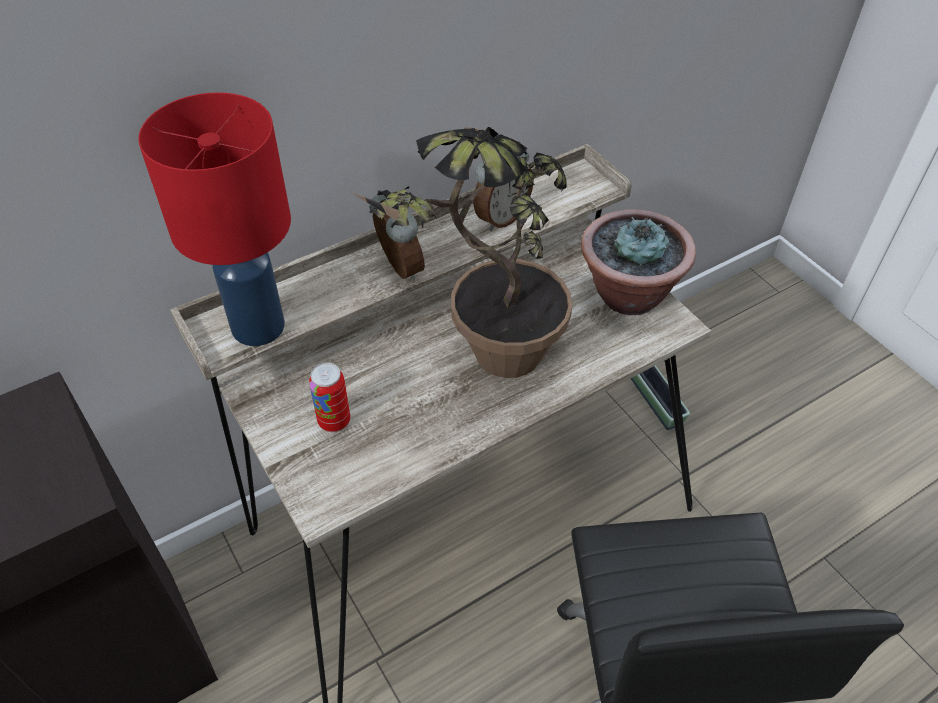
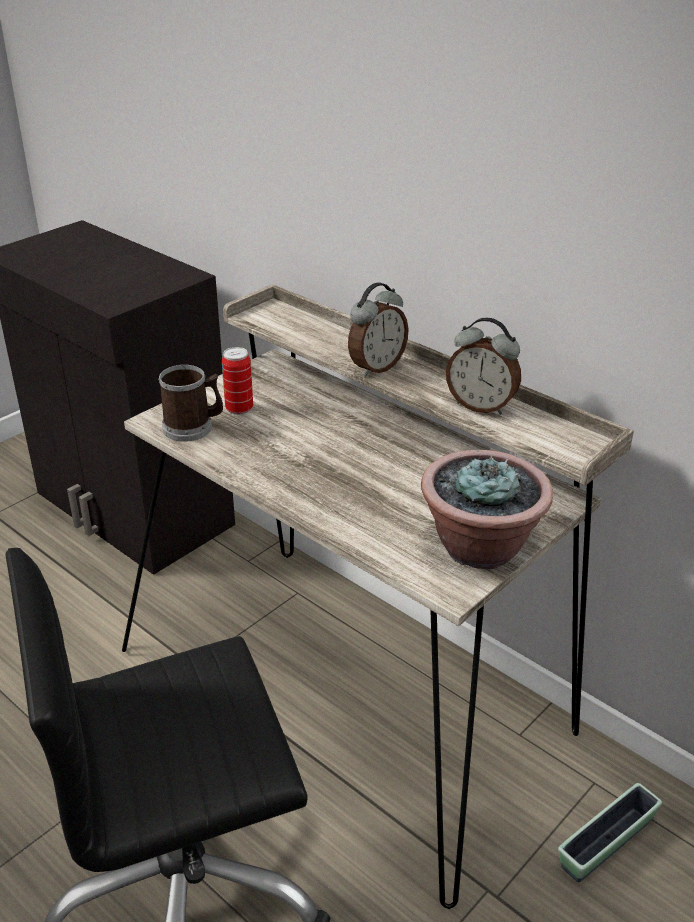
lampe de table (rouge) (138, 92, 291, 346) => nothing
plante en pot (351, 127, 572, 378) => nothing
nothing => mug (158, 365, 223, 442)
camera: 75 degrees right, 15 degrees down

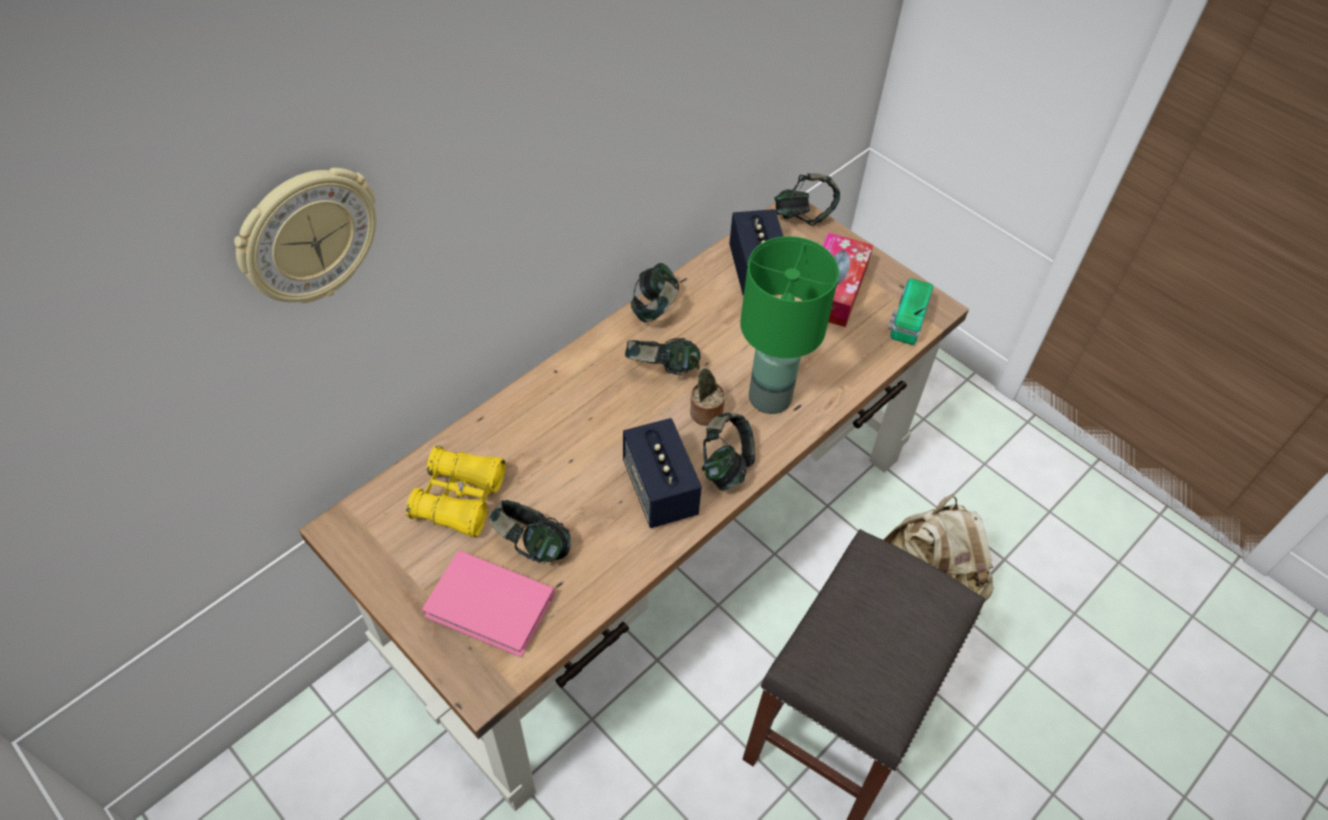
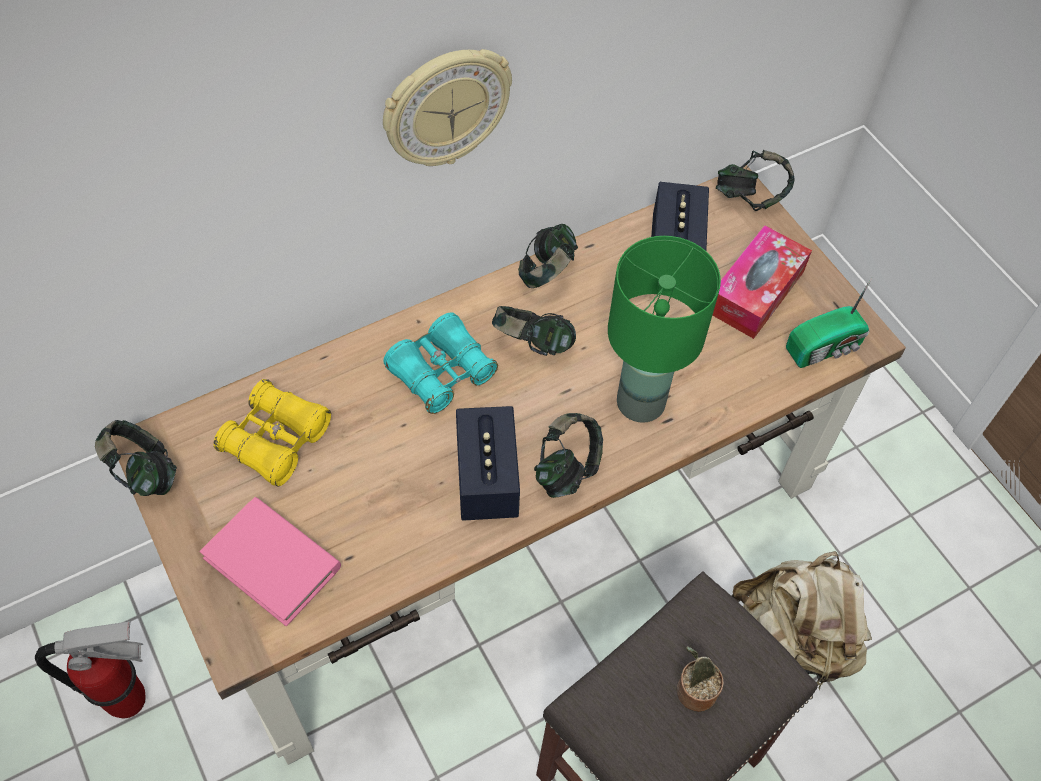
horloge murale (234, 168, 376, 303) => horloge murale (383, 49, 512, 166), relocated
casque audio (489, 500, 571, 563) => casque audio (95, 420, 177, 496), relocated
plante en pot (689, 354, 725, 426) => plante en pot (677, 647, 723, 712), relocated
radio (888, 278, 933, 345) => radio (786, 278, 872, 368), 150 degrees counterclockwise
nothing => extincteur (35, 621, 146, 718)
nothing => jumelles (turquoise) (383, 312, 498, 414)
camera: 15 degrees right, 5 degrees up

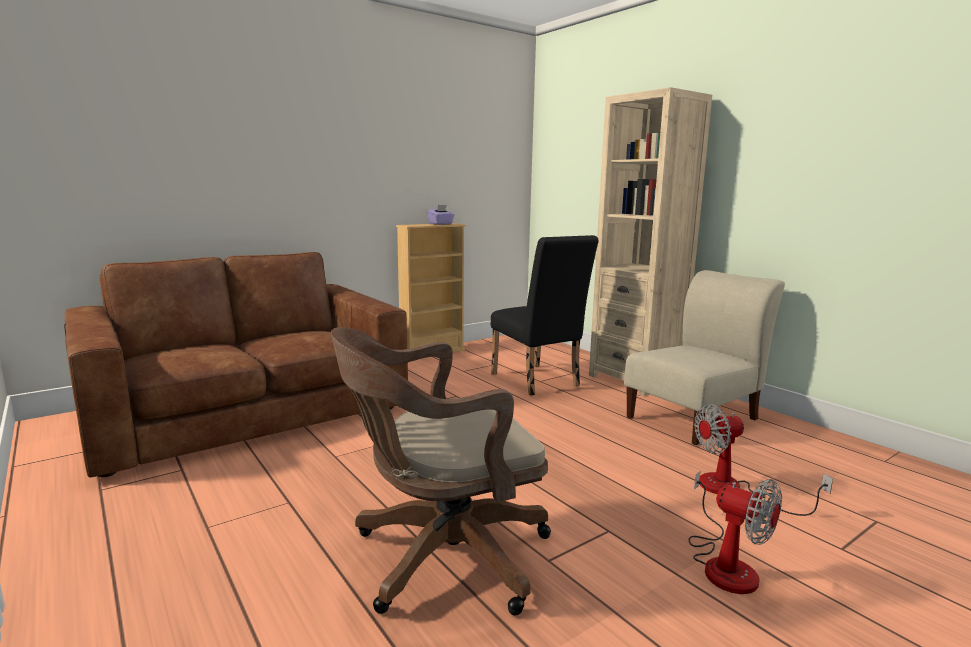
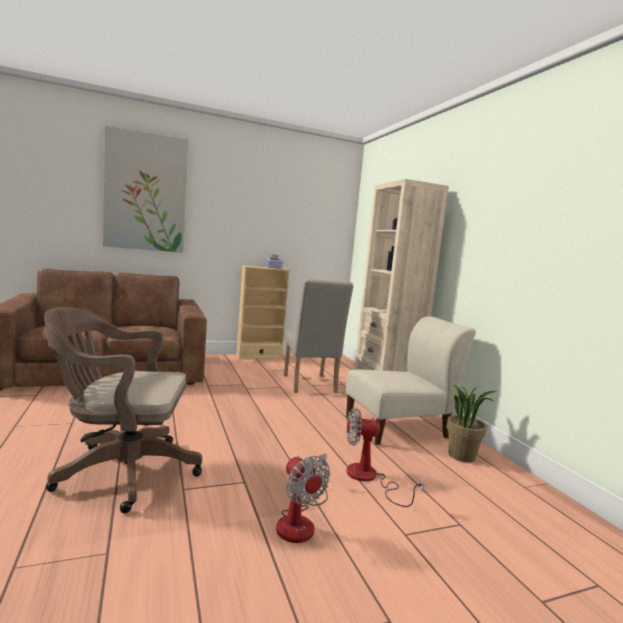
chaise (noir) (491, 235, 599, 396) => chaise (beige) (284, 279, 353, 393)
nothing => tableau (103, 126, 188, 253)
nothing => plante en pot (447, 384, 496, 462)
camera: 15 degrees right, 5 degrees down

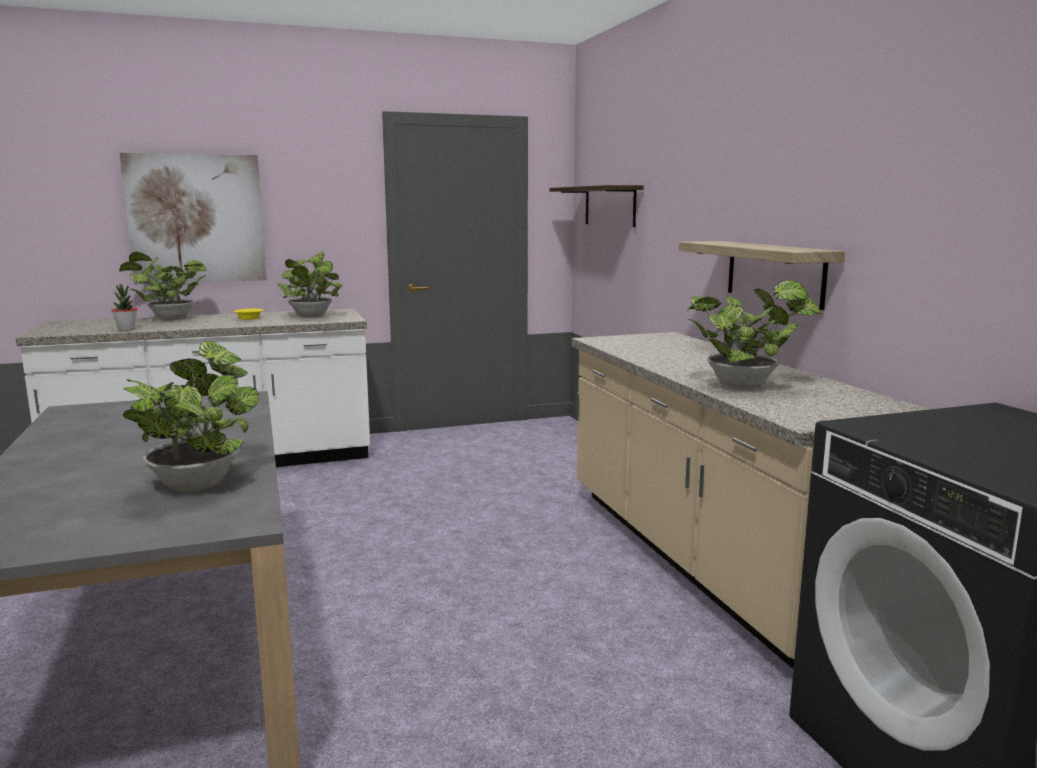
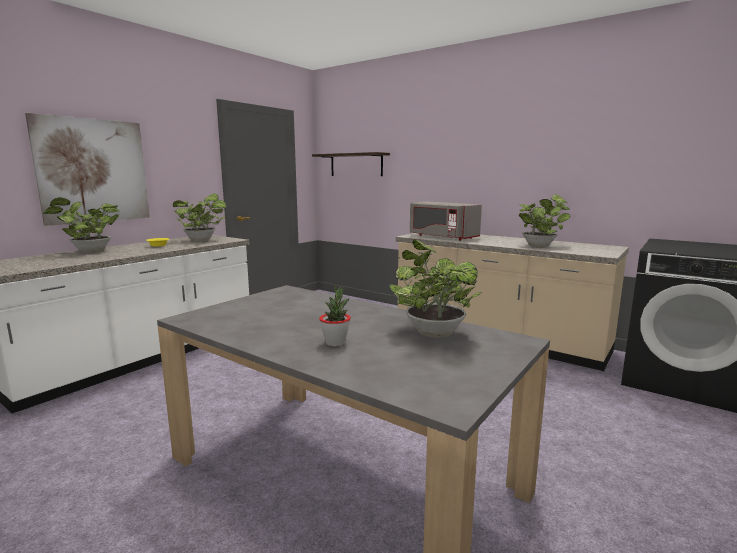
plante en pot (111, 284, 137, 331) => plante en pot (319, 285, 351, 346), relocated
étagère (679, 241, 845, 310) => nothing
nothing => micro-ondes (gris) (410, 202, 482, 241)
camera: 35 degrees left, 0 degrees up

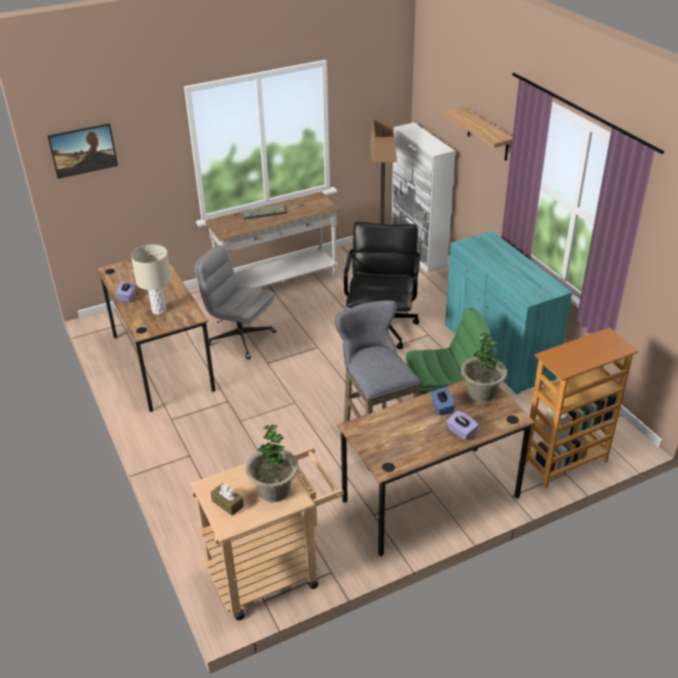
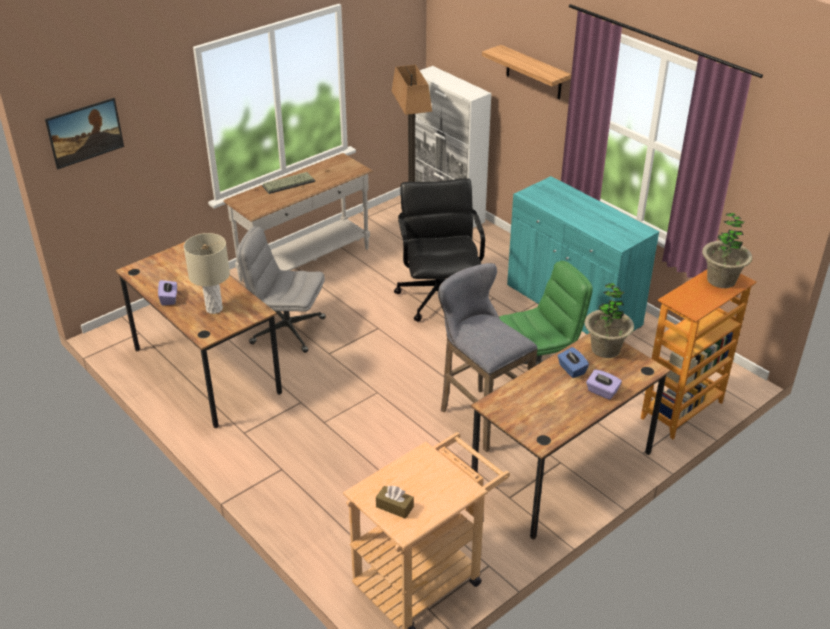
plante en pot (245, 425, 299, 502) => plante en pot (702, 213, 752, 288), relocated
camera: 15 degrees left, 0 degrees up

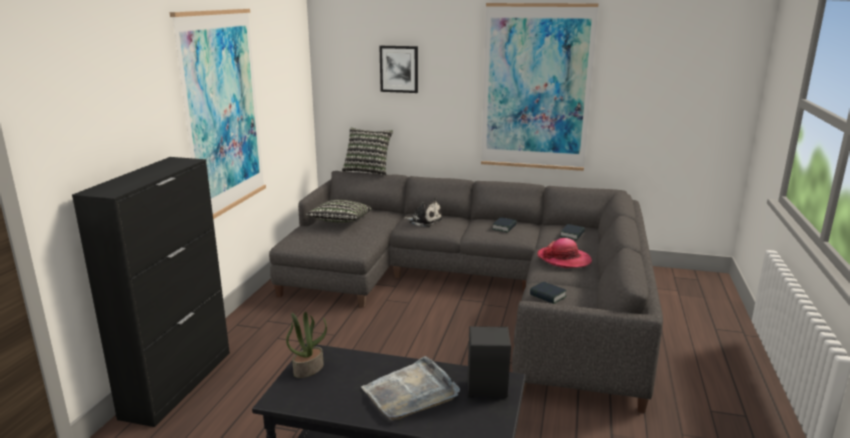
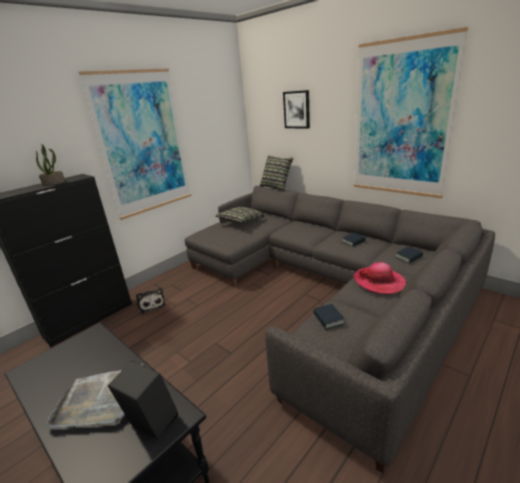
plante en pot (286, 312, 327, 378) => plante en pot (36, 144, 65, 186), relocated
peluche (405, 198, 443, 227) => peluche (136, 288, 166, 314), relocated
camera: 30 degrees right, 5 degrees up

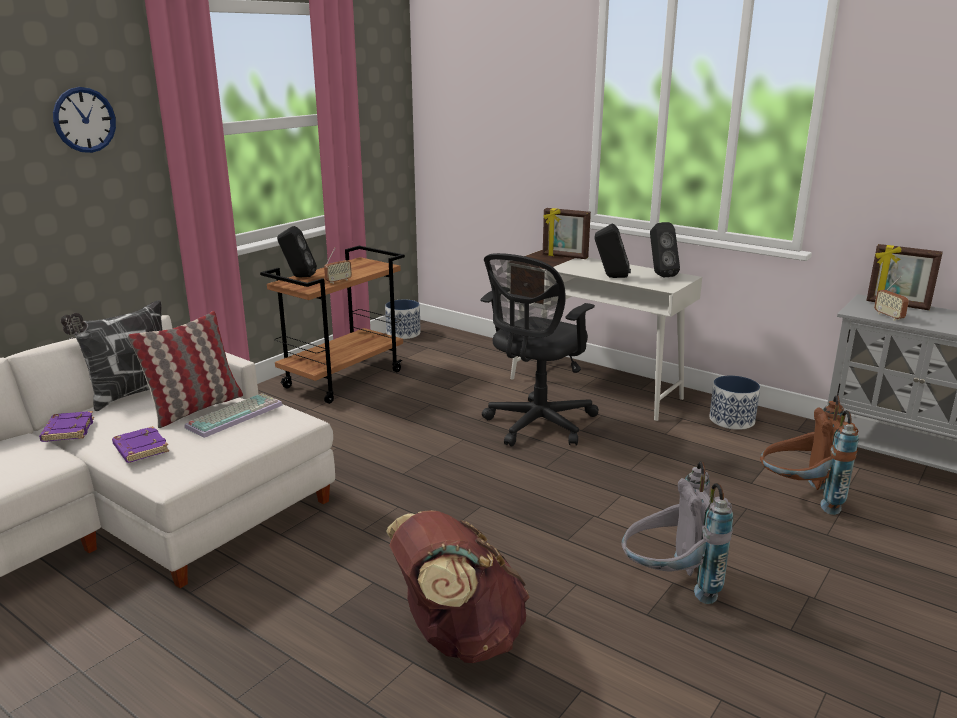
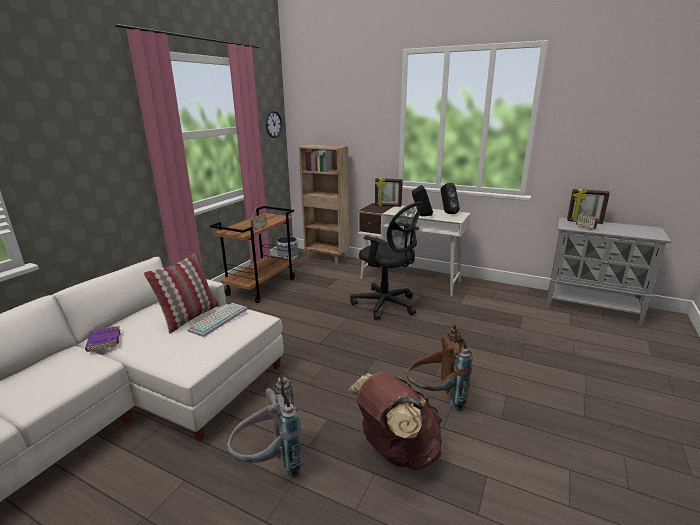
horloge murale (53, 87, 116, 153) => horloge murale (266, 110, 282, 138), relocated
coussin (61, 300, 163, 411) => nothing
livre (violet) (112, 426, 169, 463) => nothing
enceinte (noir) (277, 226, 317, 277) => nothing
chaise de bureau (noir) (480, 253, 599, 447) => chaise de bureau (noir) (350, 202, 425, 320), 75 degrees counterclockwise
sac à dos (gris) (621, 461, 733, 604) => sac à dos (gris) (227, 374, 302, 478), relocated
cache-pot (709, 376, 760, 430) => nothing
sac à dos (marron) (760, 395, 859, 515) => sac à dos (marron) (407, 325, 472, 411), relocated
nothing => bibliothèque (marron) (299, 145, 349, 265)
camera: 10 degrees left, 0 degrees up

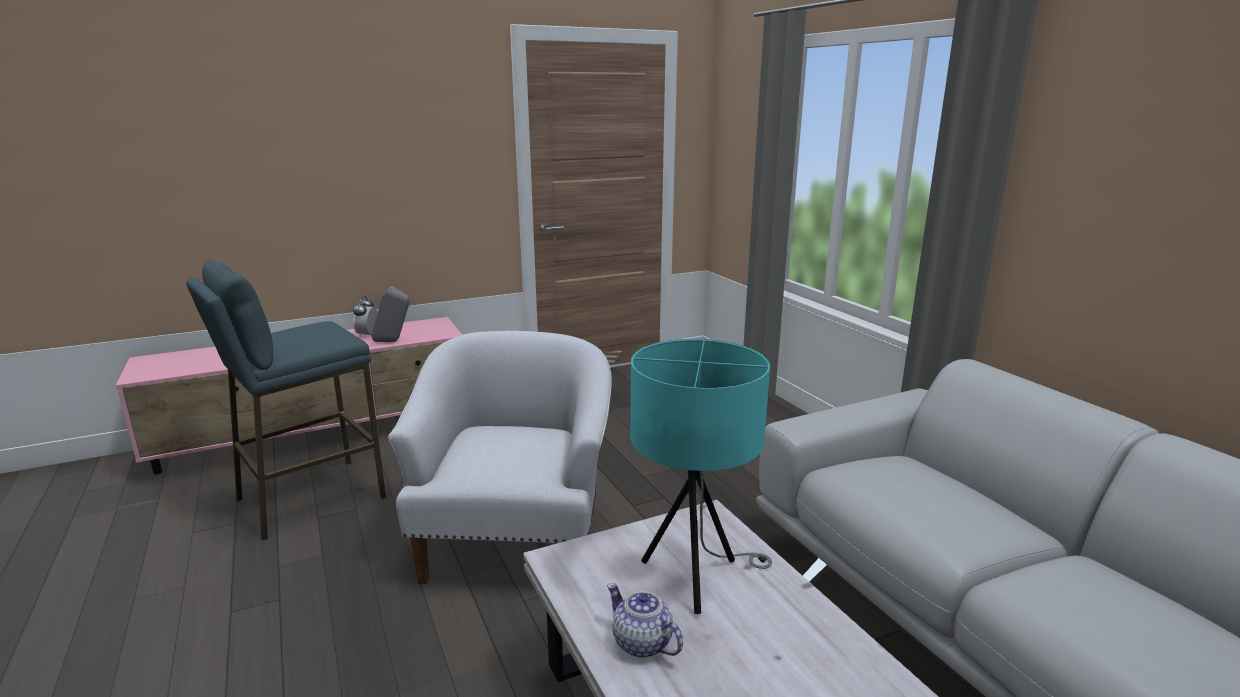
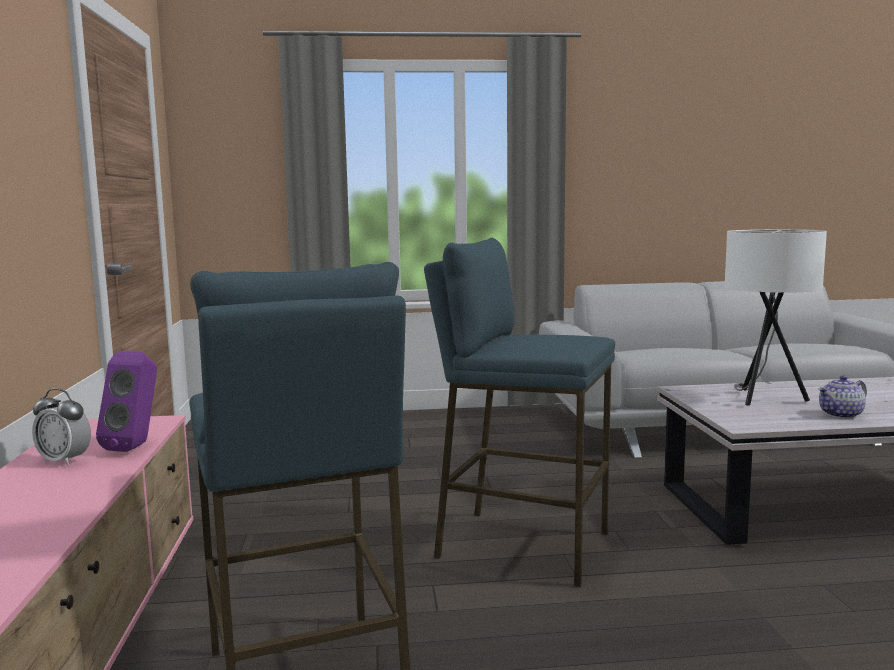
enceinte (gris) (371, 286, 410, 342) => enceinte (violet) (96, 351, 157, 452)
fauteuil (blanc) (388, 331, 612, 584) => tabouret (bleu) (424, 238, 615, 587)
lampe de table (turquoise) (630, 339, 772, 614) => lampe de table (blanc) (725, 229, 827, 406)
camera: 70 degrees left, 10 degrees down

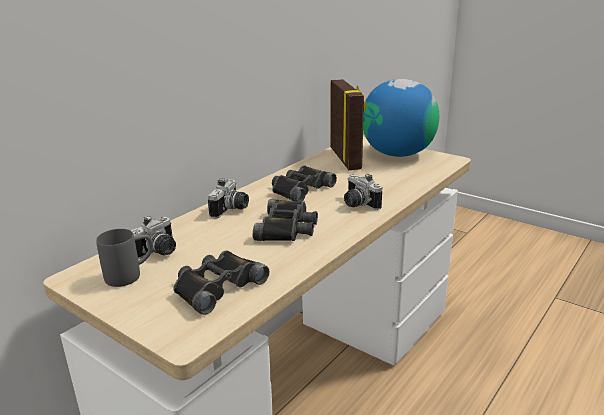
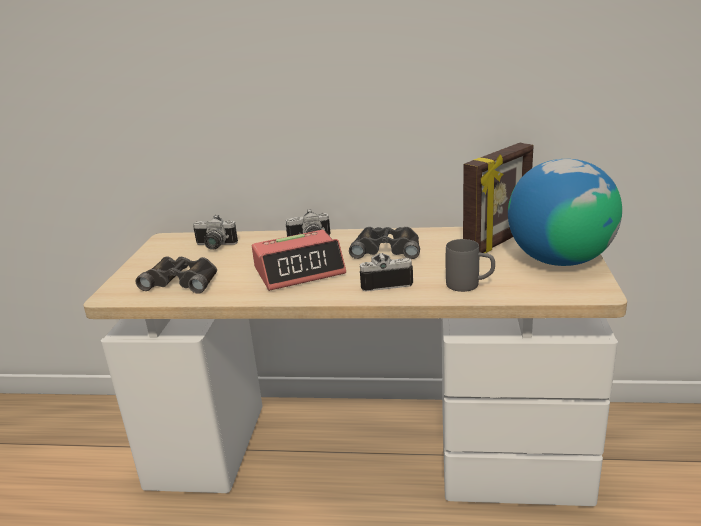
mug (gris) (96, 229, 153, 287) => mug (gris) (446, 239, 495, 292), relocated
jumelles (noir) (253, 199, 318, 241) => réveil (252, 230, 346, 291)
appareil photo (344, 174, 382, 210) => appareil photo (360, 253, 413, 292), 60 degrees clockwise
camera: 60 degrees right, 0 degrees up

